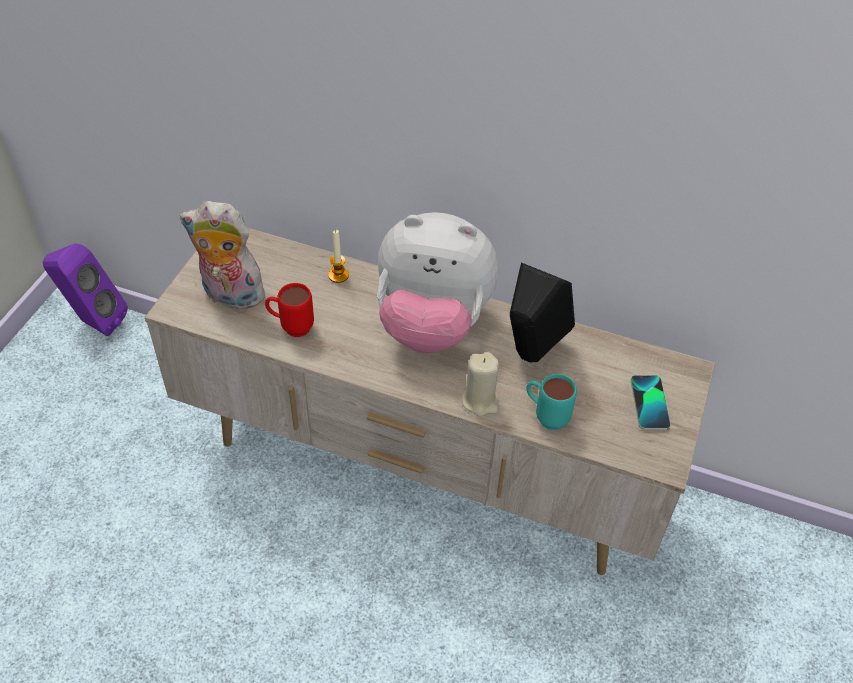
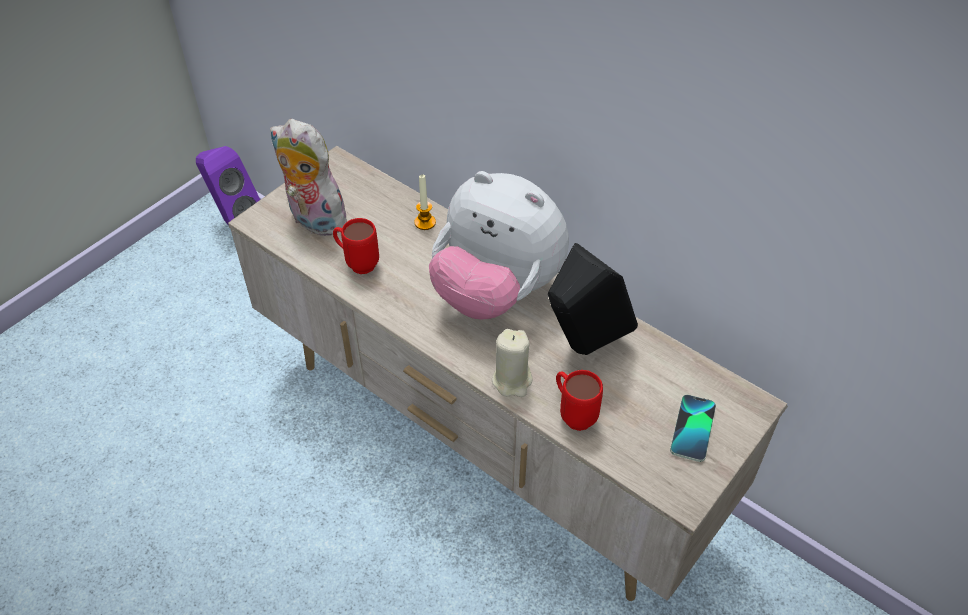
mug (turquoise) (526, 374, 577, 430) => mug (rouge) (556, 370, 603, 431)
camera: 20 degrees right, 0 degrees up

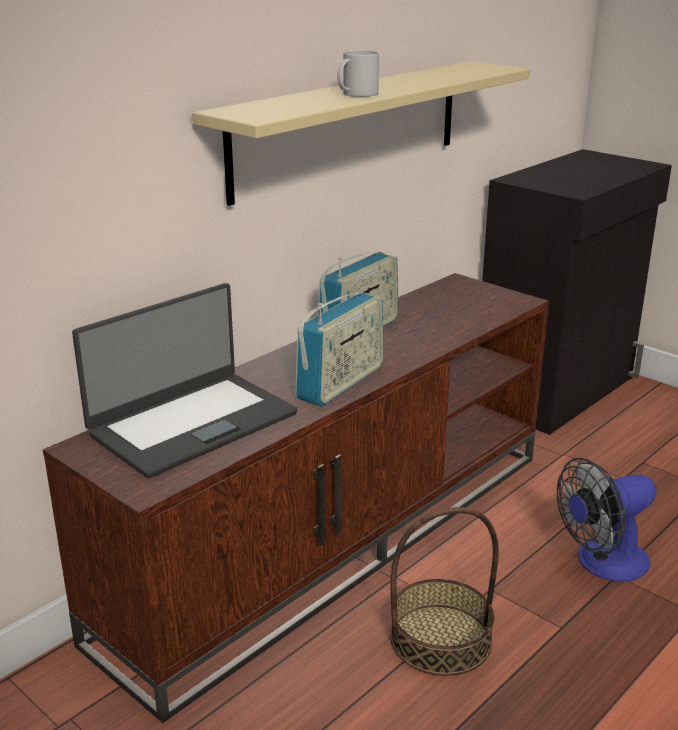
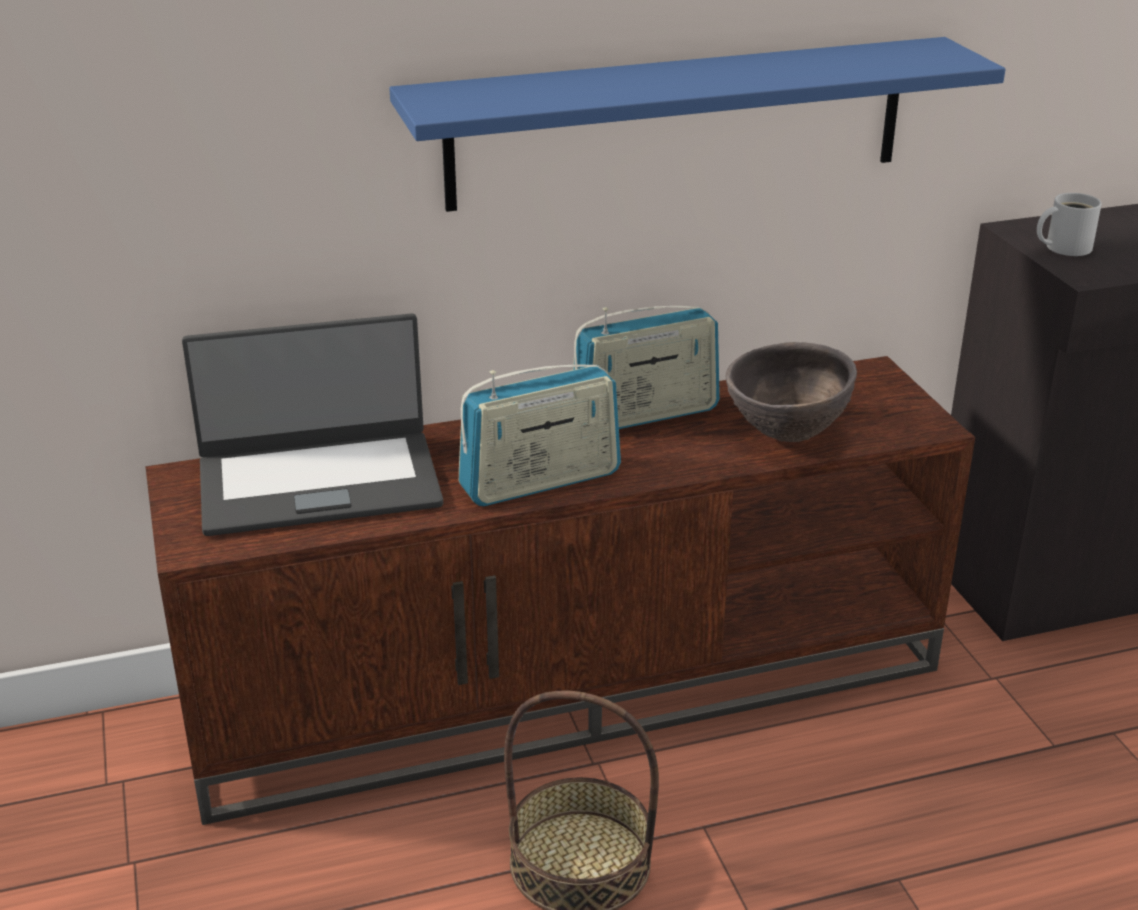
étagère (beige) (192, 61, 530, 206) => étagère (bleu) (389, 37, 1005, 212)
mug (blanc) (337, 50, 379, 97) => mug (blanc) (1037, 193, 1102, 256), relocated
ventilateur (557, 458, 656, 582) => nothing
nothing => bol (marron) (726, 342, 857, 442)
camera: 30 degrees right, 5 degrees up

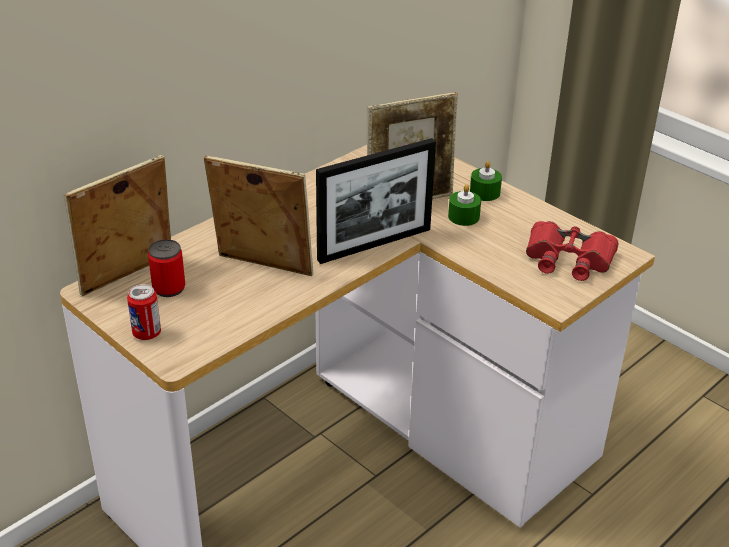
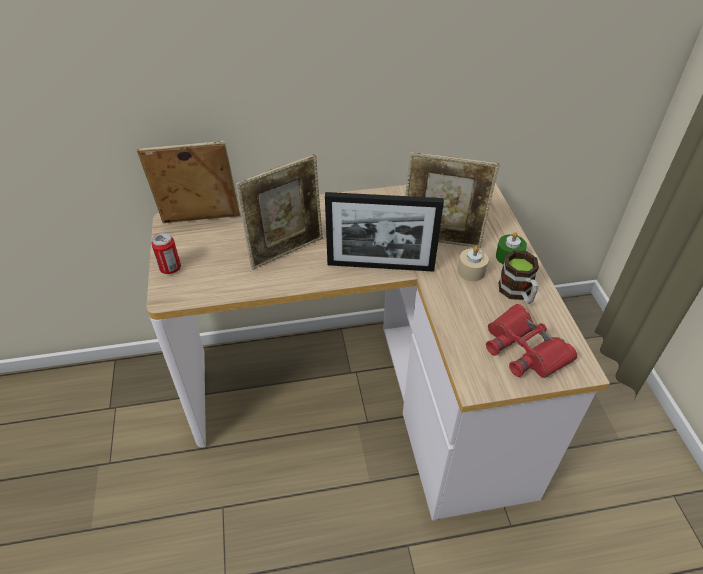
boîte métallique (148, 239, 185, 297) => nothing
cadre photo (204, 155, 313, 276) => cadre photo (235, 154, 323, 270), 90 degrees clockwise
bougie (vert) (448, 184, 481, 226) => bougie (beige) (458, 246, 489, 281)
nothing => mug (498, 251, 539, 304)
camera: 35 degrees right, 10 degrees up

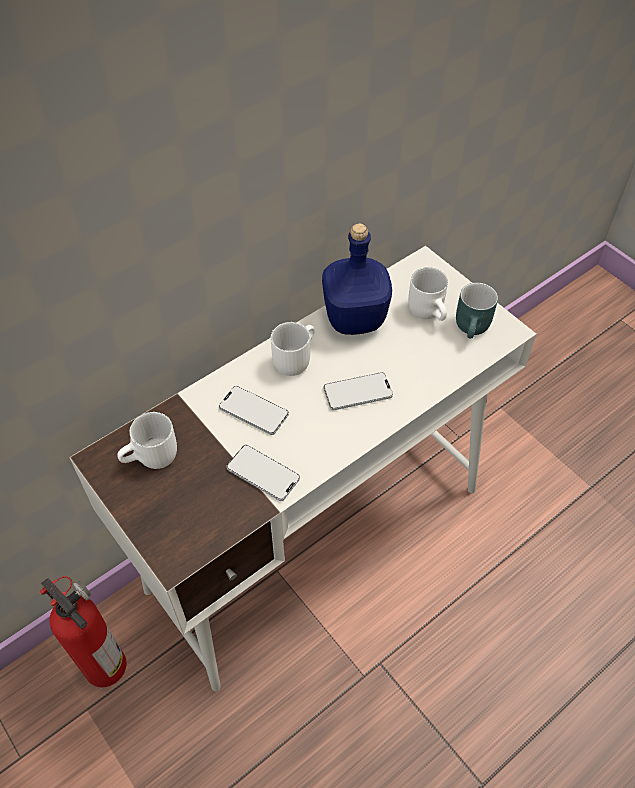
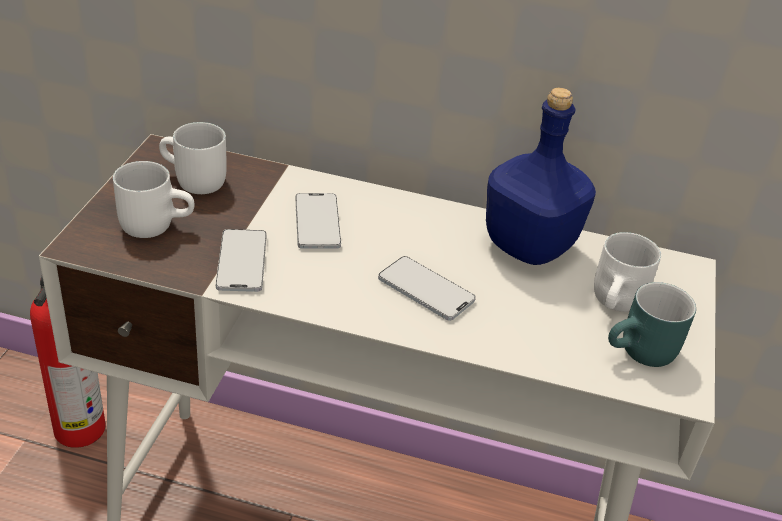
mug (blanc) (271, 322, 315, 376) => mug (blanc) (113, 161, 195, 238), relocated
camera: 50 degrees right, 15 degrees down

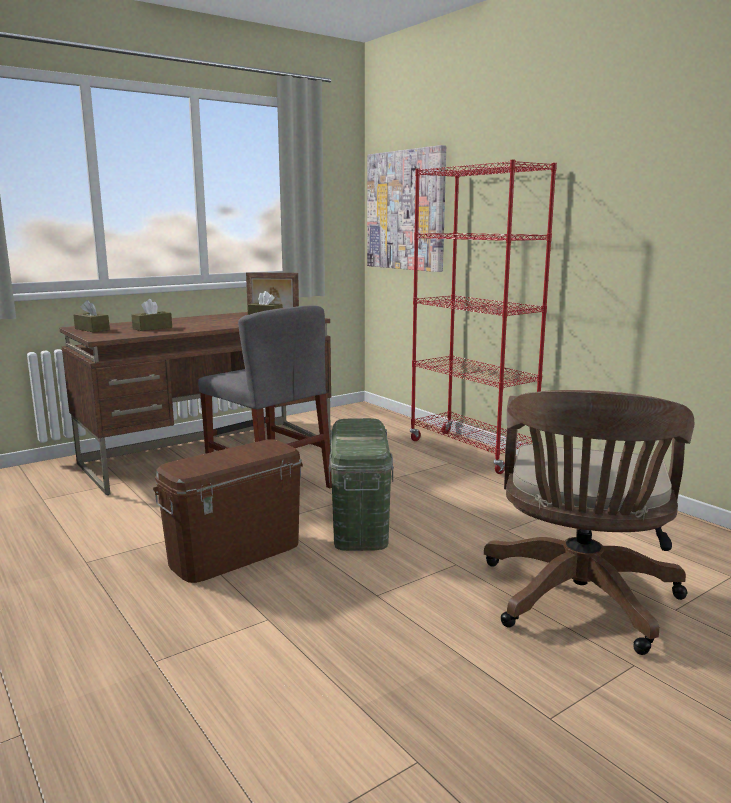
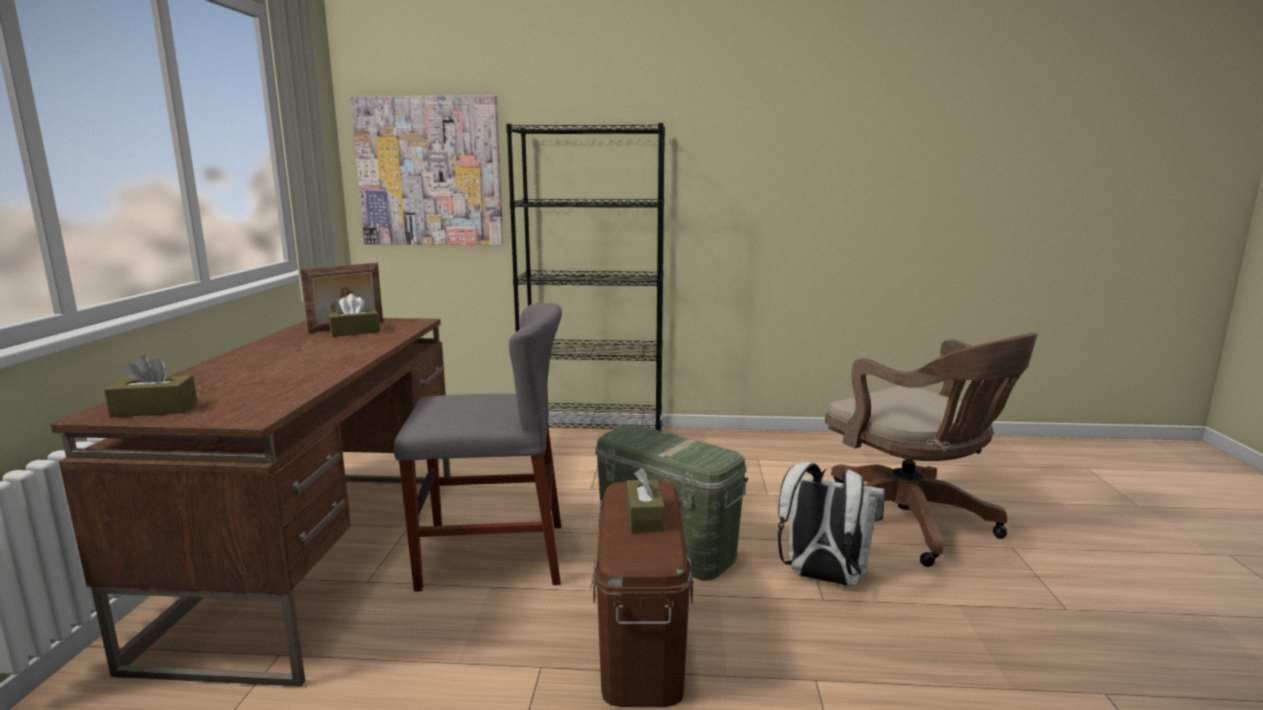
boîte à mouchoirs (marron) (131, 299, 172, 331) => boîte à mouchoirs (marron) (627, 468, 665, 533), relocated
bibliothèque (rouge) (410, 160, 557, 474) => bibliothèque (noir) (506, 123, 665, 431)
nothing => sac à dos (blanc) (778, 462, 885, 586)
camera: 50 degrees left, 0 degrees up

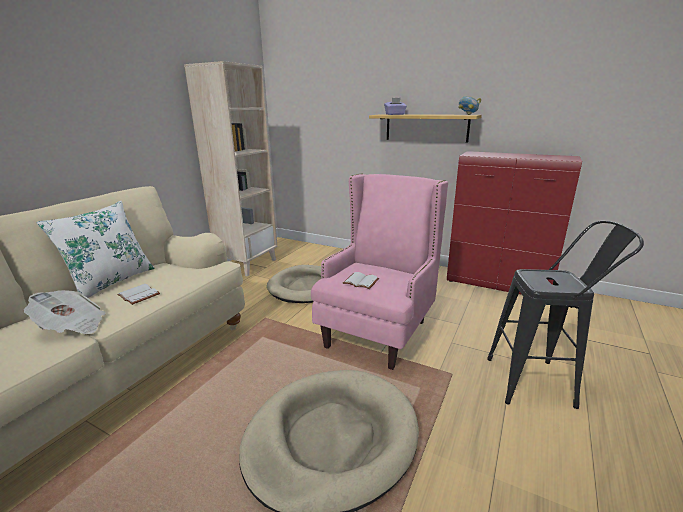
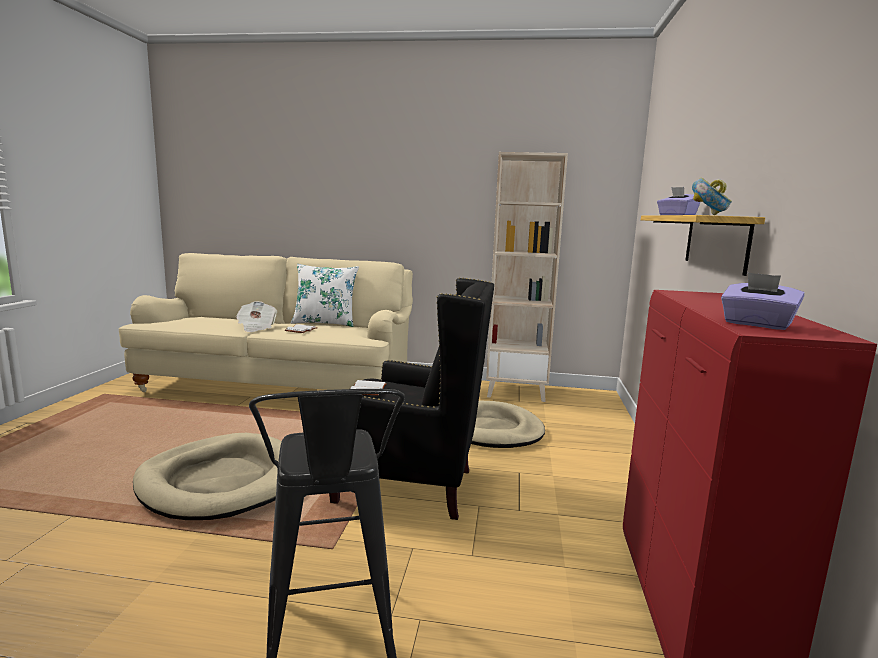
fauteuil (rose) (311, 174, 448, 370) => fauteuil (noir) (329, 278, 494, 520)
nothing => boîte à mouchoirs (violet) (721, 272, 804, 330)
camera: 70 degrees right, 10 degrees down

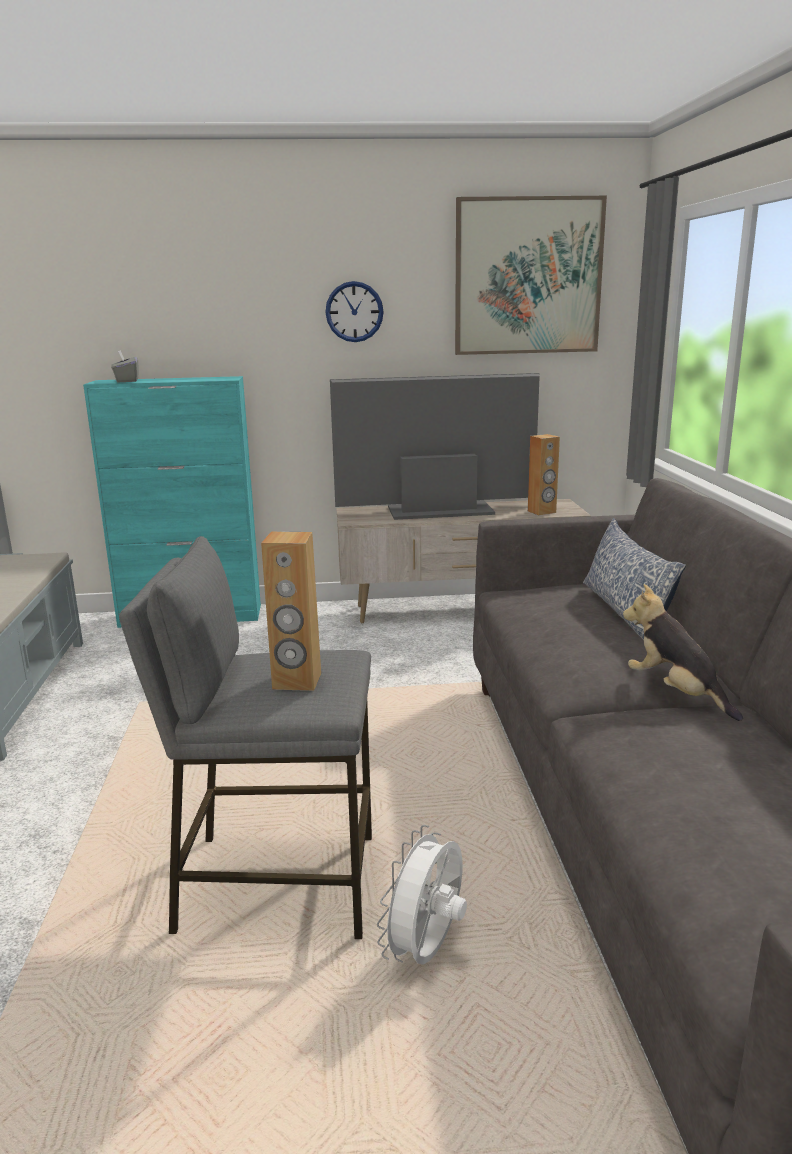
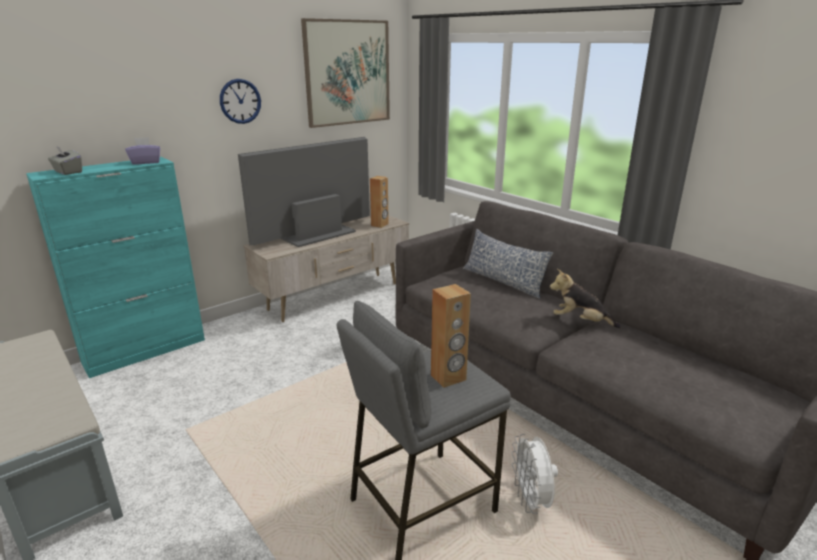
nothing => boîte à mouchoirs (violet) (125, 137, 161, 165)
camera: 35 degrees left, 5 degrees up

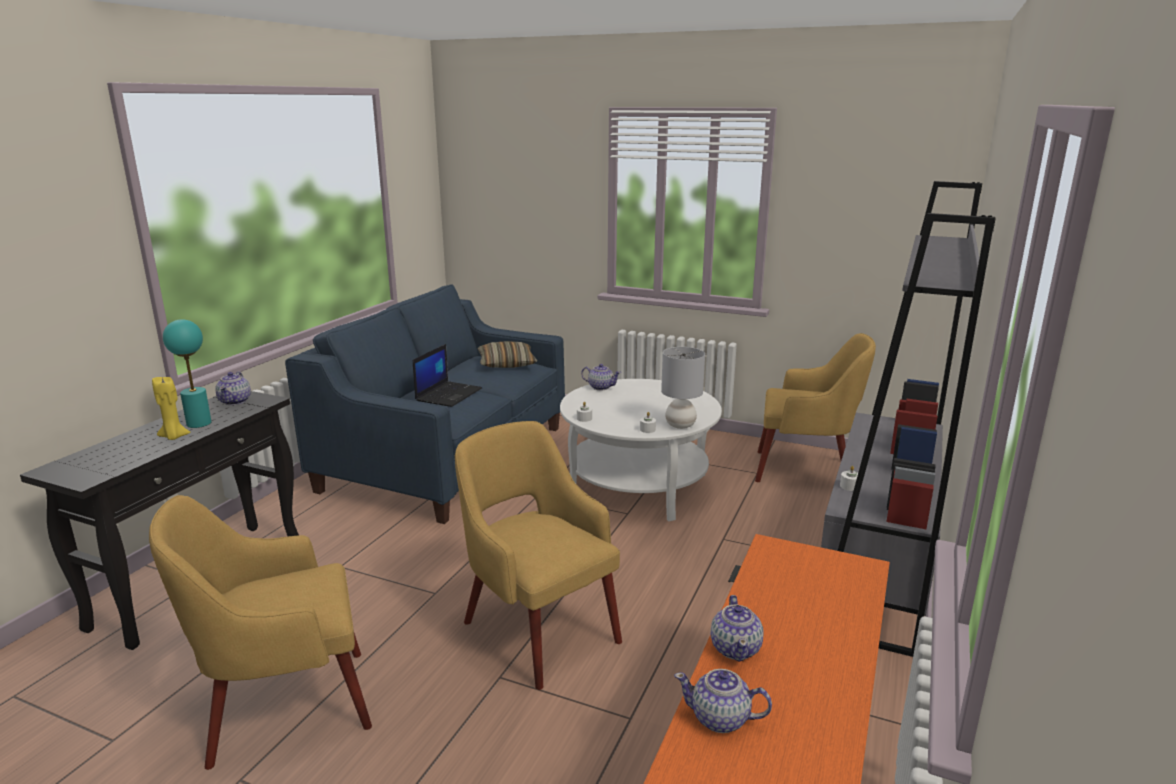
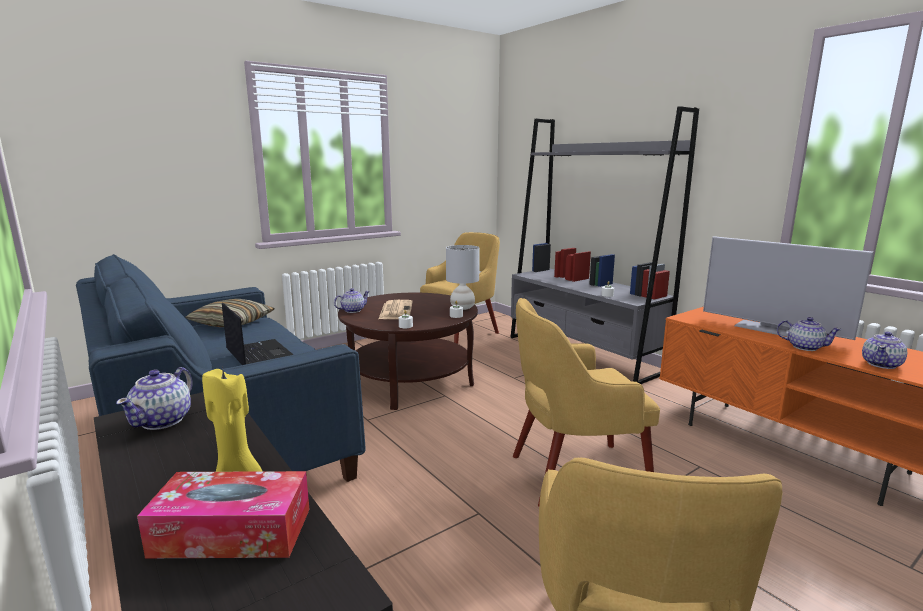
lampe de table (turquoise) (163, 319, 212, 428) => nothing
théière (215, 371, 251, 405) => théière (116, 367, 193, 430), 75 degrees clockwise
table basse (blanc) (560, 379, 722, 521) => table basse (marron) (338, 293, 478, 410)
nothing => boîte à mouchoirs (137, 471, 310, 558)
nothing => journal (379, 300, 412, 319)
nothing => téléviseur (703, 236, 874, 340)
camera: 60 degrees left, 5 degrees down

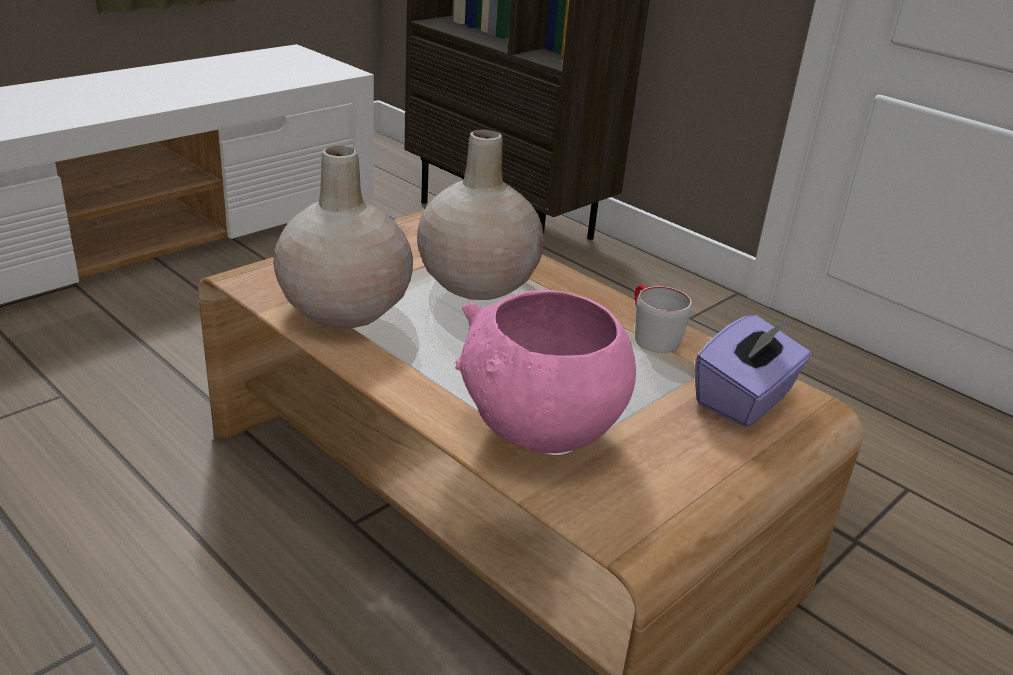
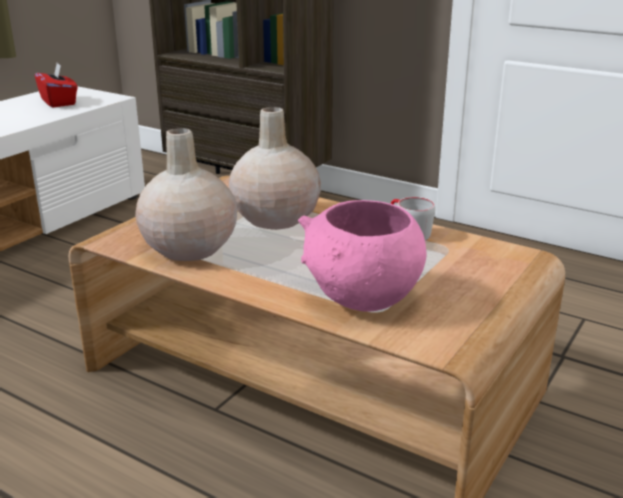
boîte à mouchoirs (violet) (695, 315, 811, 427) => nothing
nothing => boîte à mouchoirs (rouge) (35, 63, 78, 108)
camera: 10 degrees left, 5 degrees down

